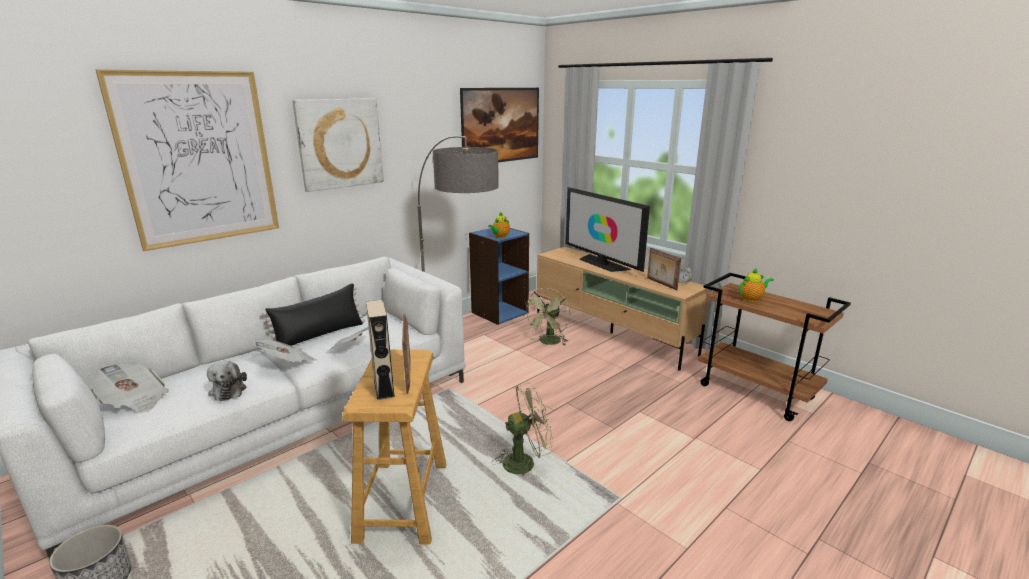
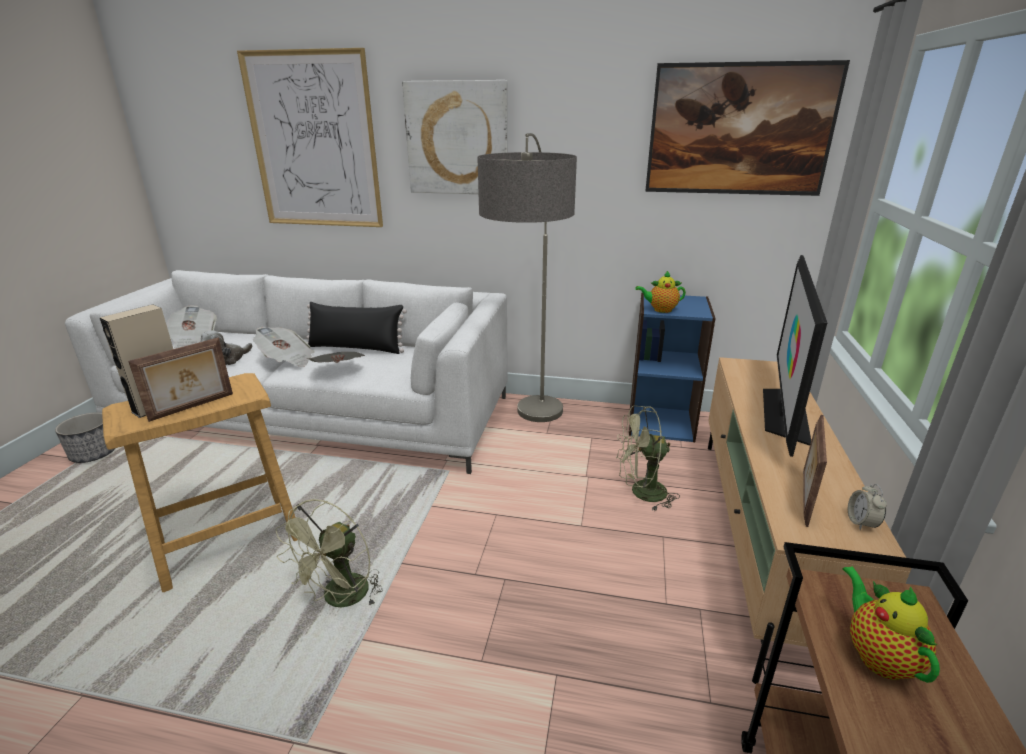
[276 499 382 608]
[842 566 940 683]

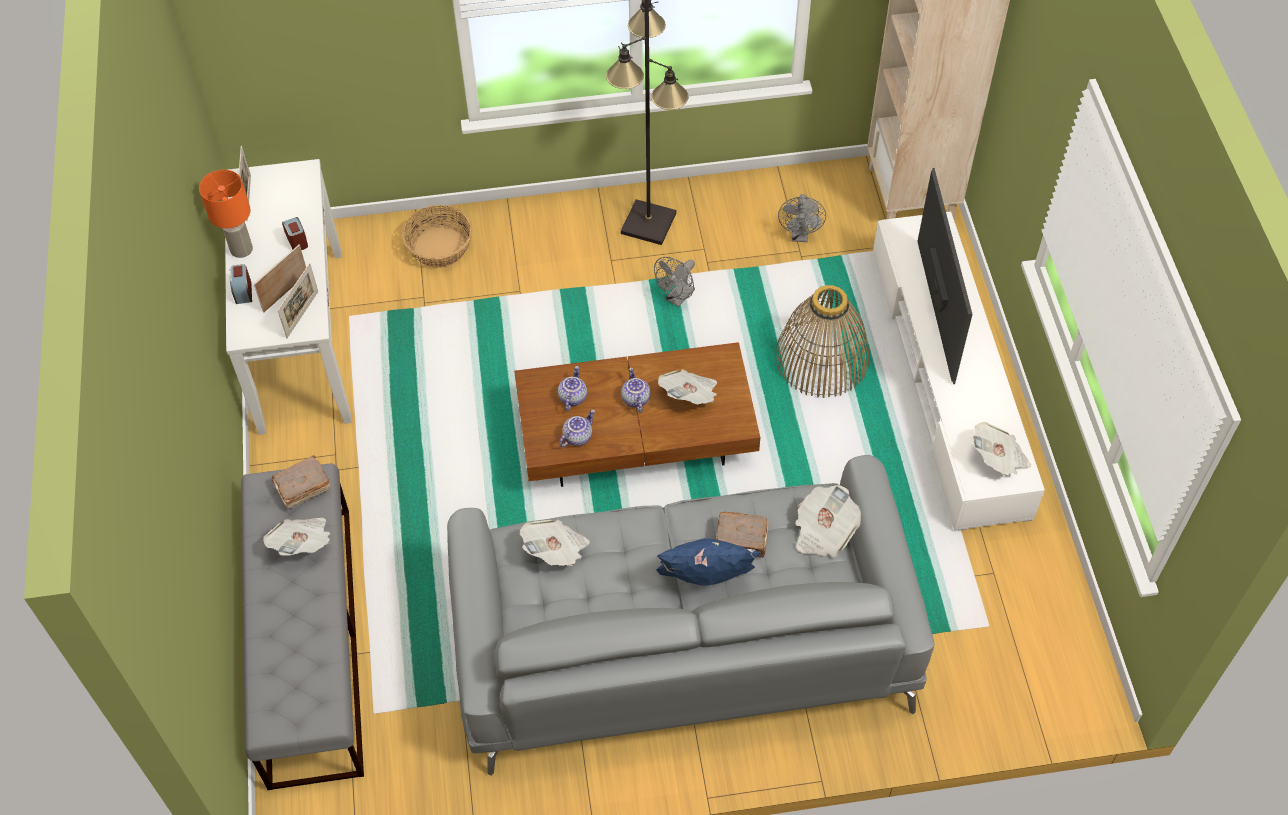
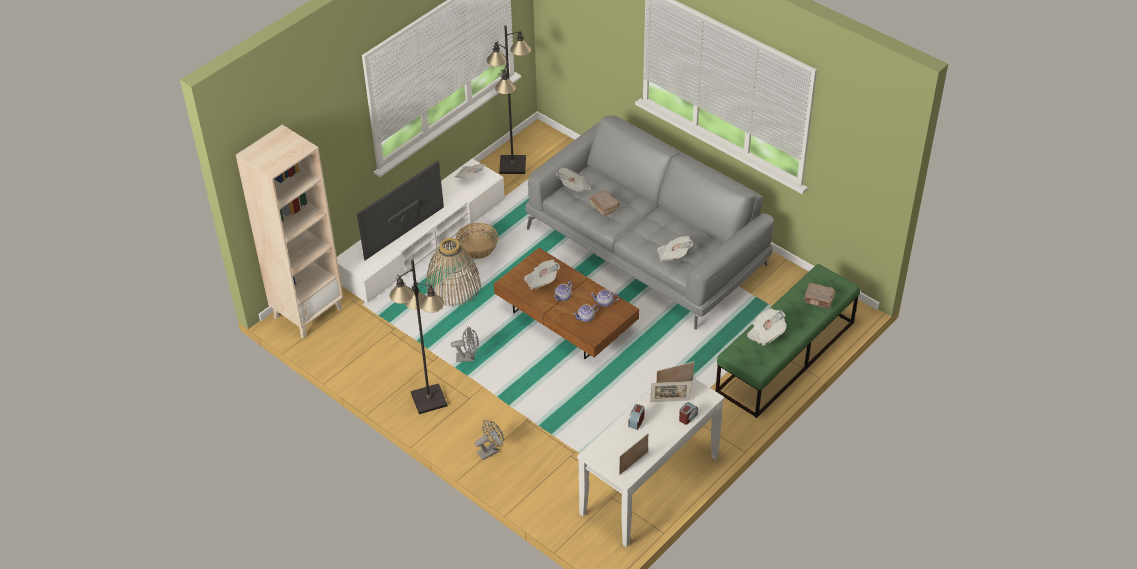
[199 170 253 258] (first image)
[716 264 860 418]
[804 283 835 309]
[456 223 498 259]
[656 538 761 586] (first image)
[475 420 504 460]
[487 25 531 174]

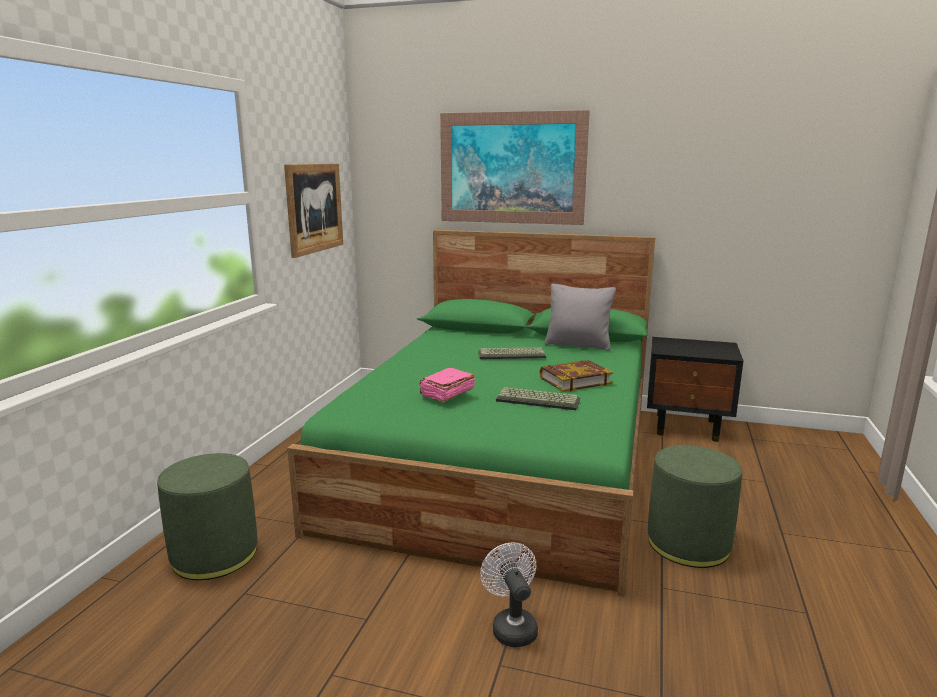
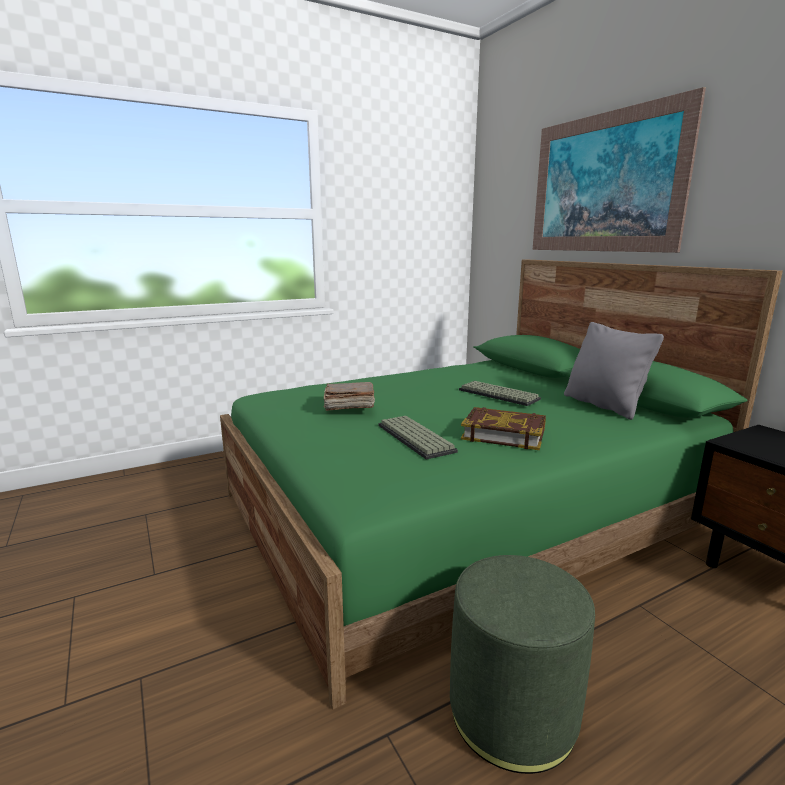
[157 453 258 580] (first image)
[284 164 343 258] (first image)
[324 382 375 411]
[480 542 538 647] (first image)

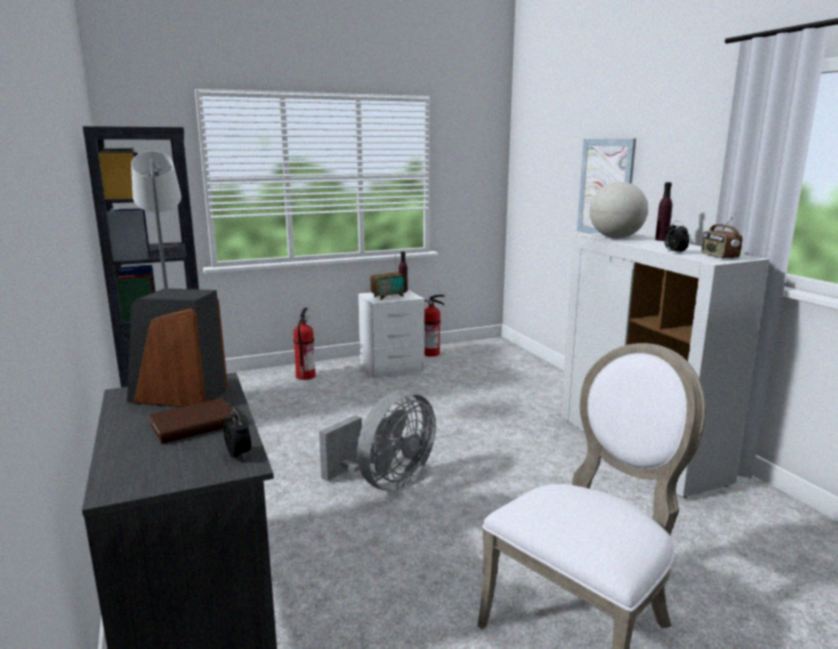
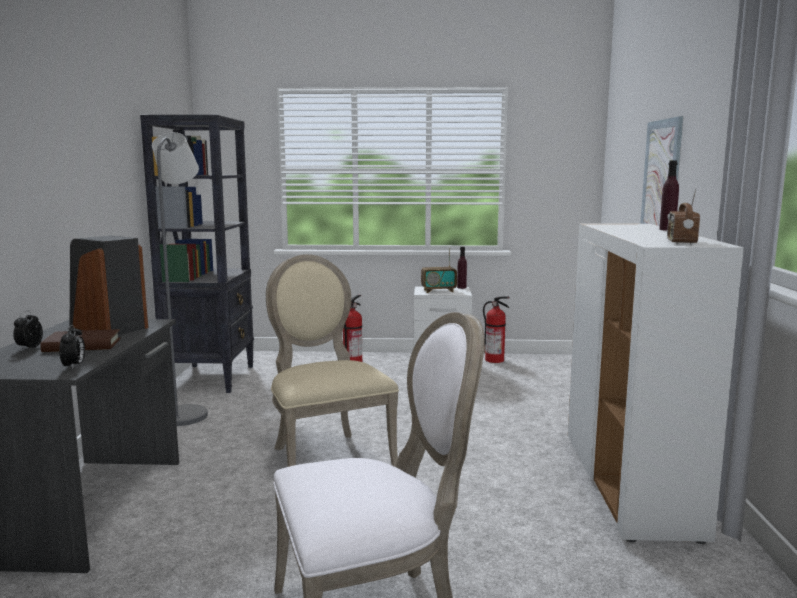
[266 254 399 467]
[590 182 648 238] (first image)
[13 310 43 350]

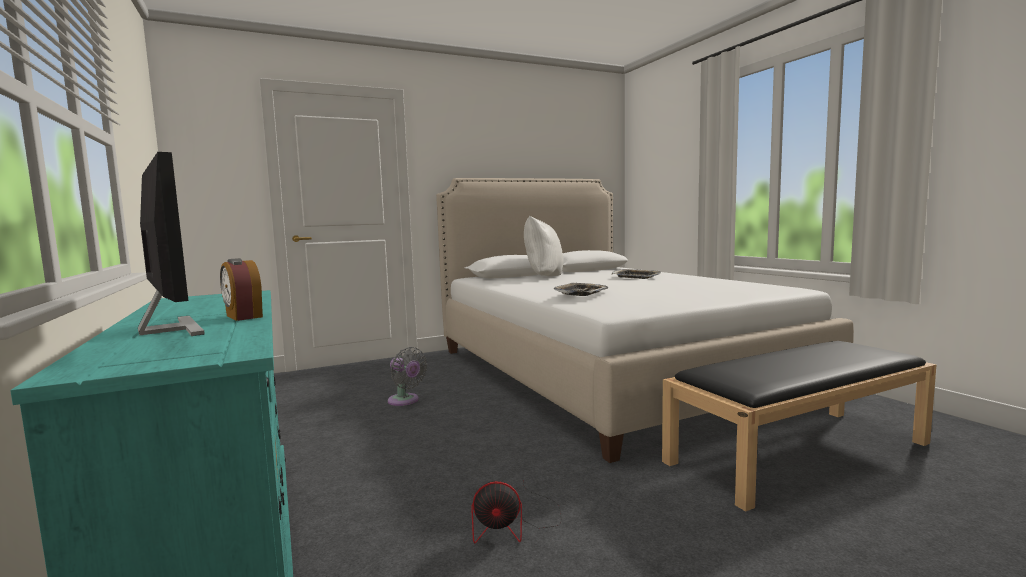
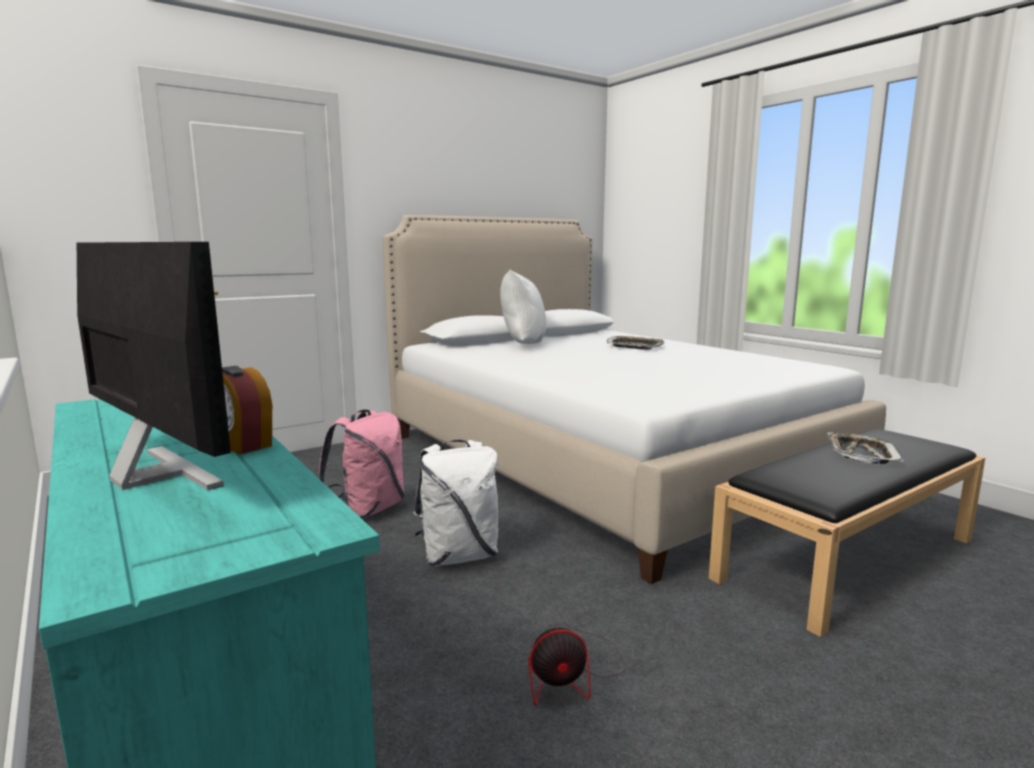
[319 409 405 519]
[828 433 904 464]
[414 440 498 566]

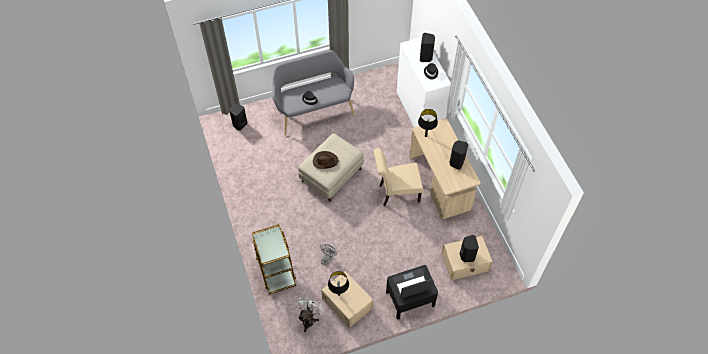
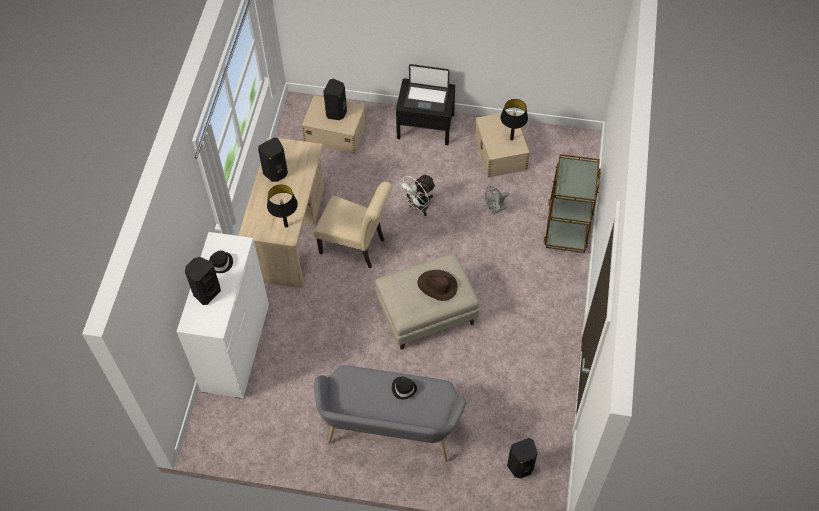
[398 175 436 216]

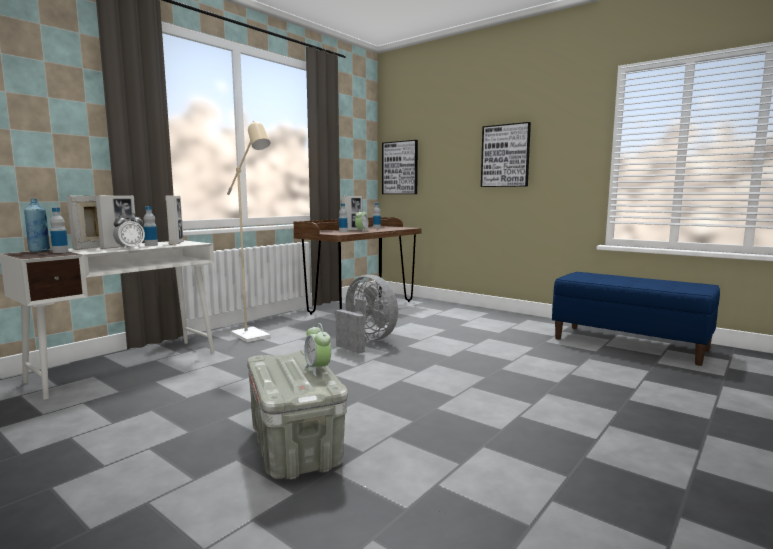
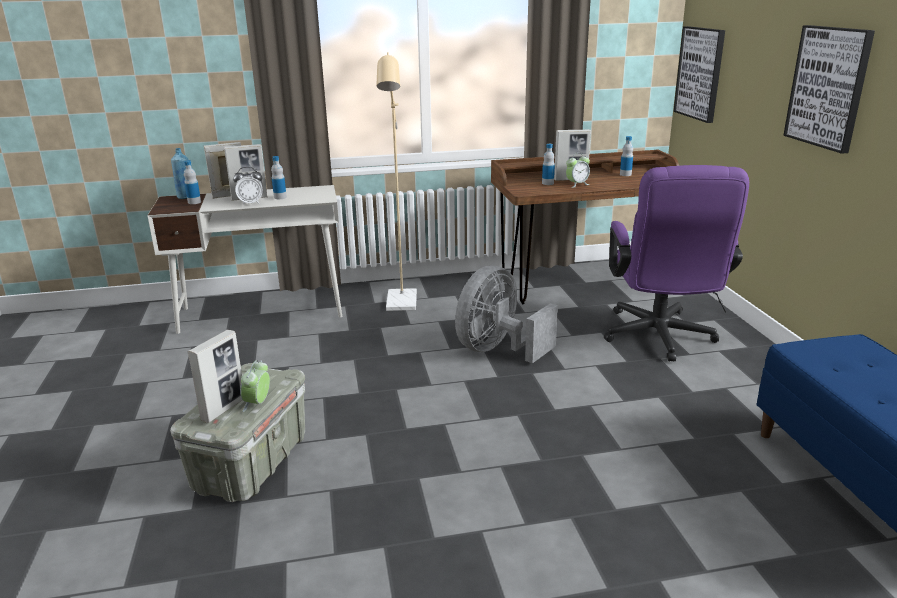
[188 330 242 423]
[455 266 558 363]
[604 165 749 361]

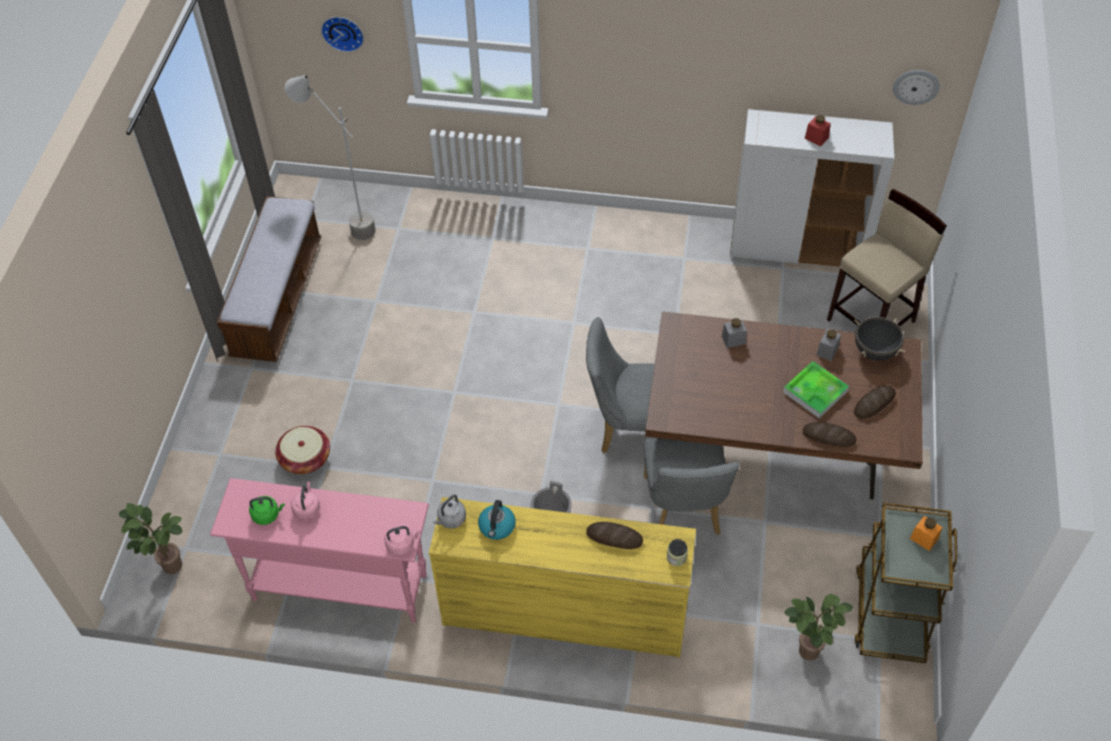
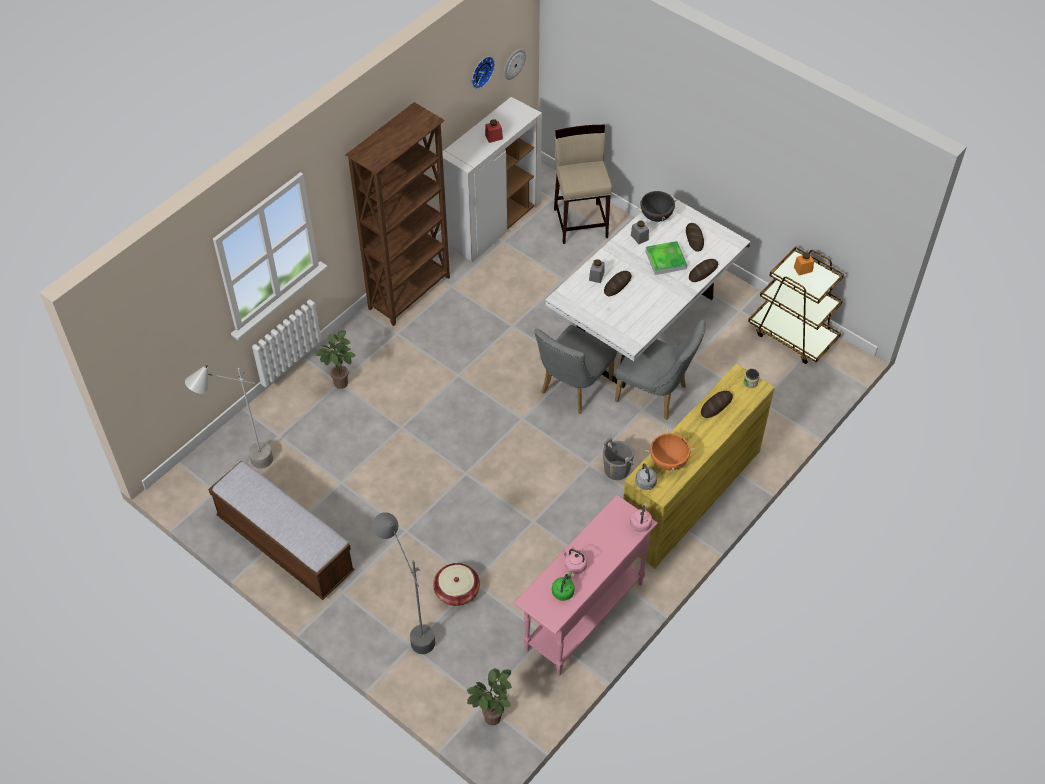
[472 56 495 89]
[646 429 695 472]
[545 196 750 388]
[316 331 356 389]
[346 102 450 326]
[372 512 435 654]
[604 271 632 296]

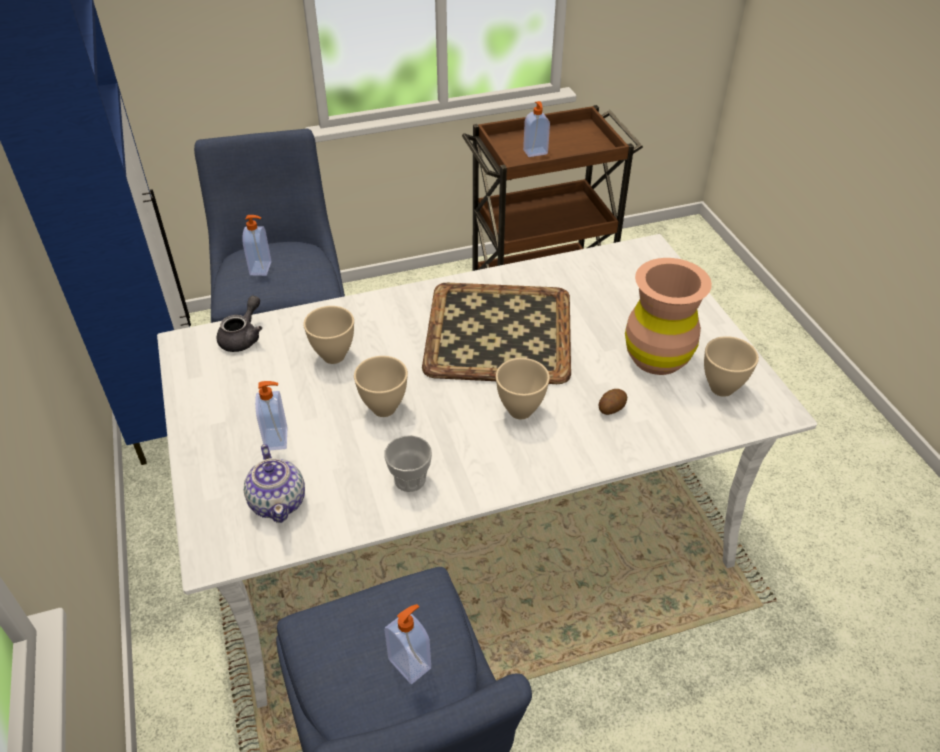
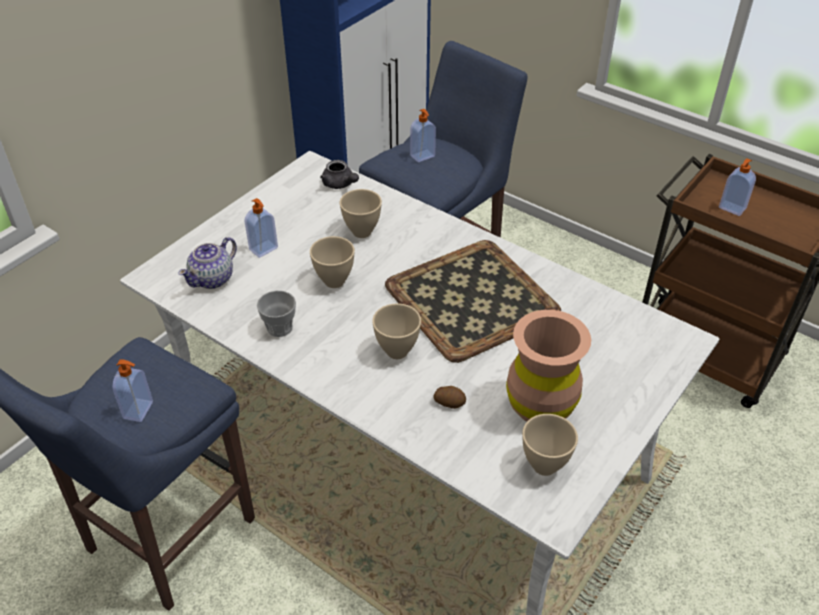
[320 160 359 189]

